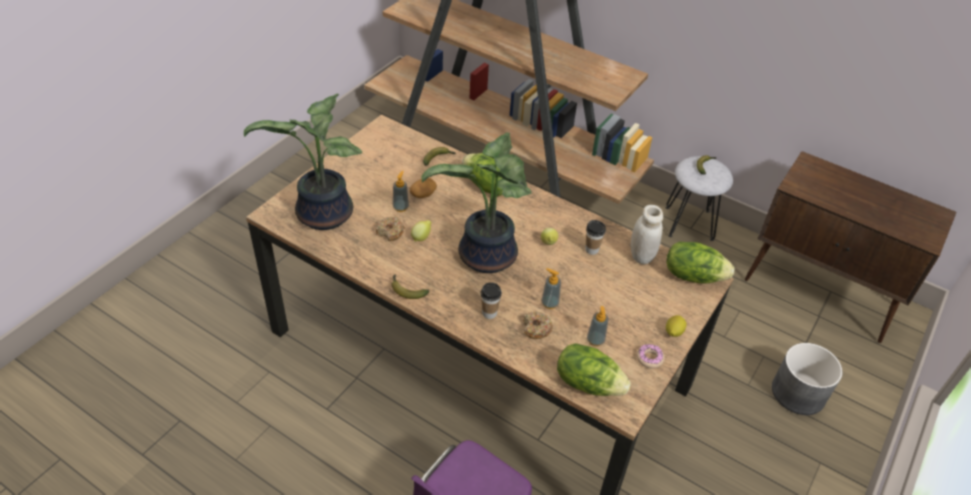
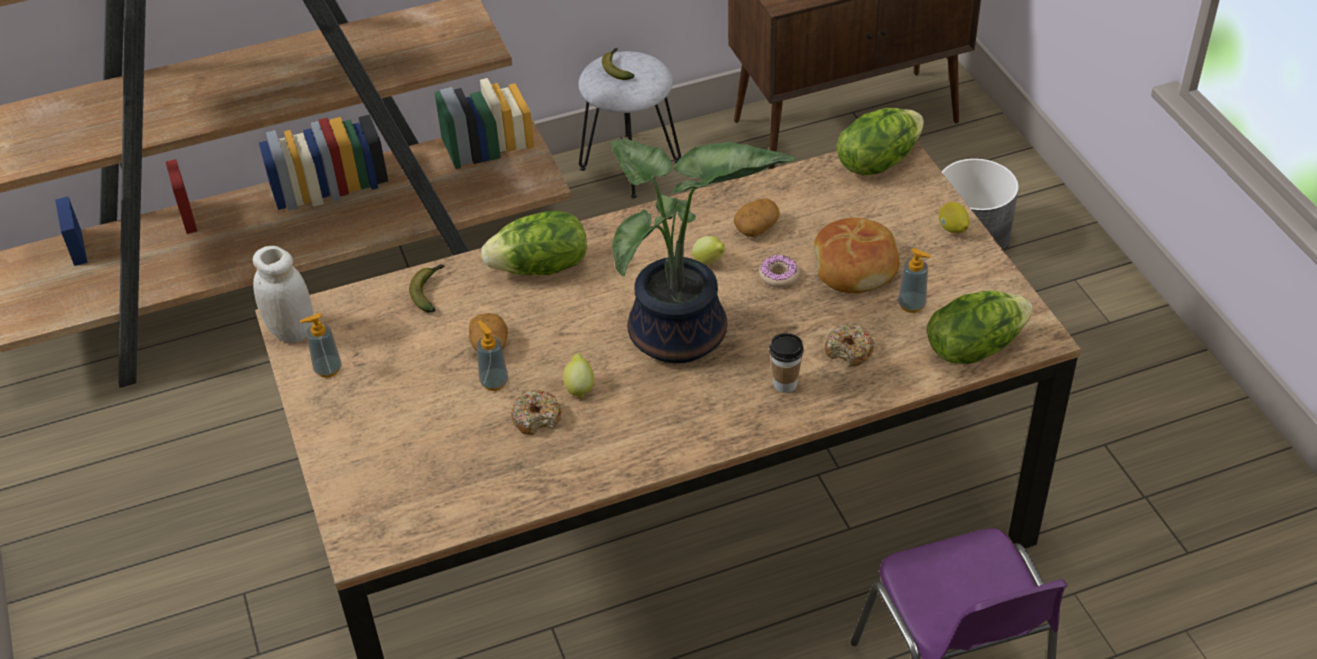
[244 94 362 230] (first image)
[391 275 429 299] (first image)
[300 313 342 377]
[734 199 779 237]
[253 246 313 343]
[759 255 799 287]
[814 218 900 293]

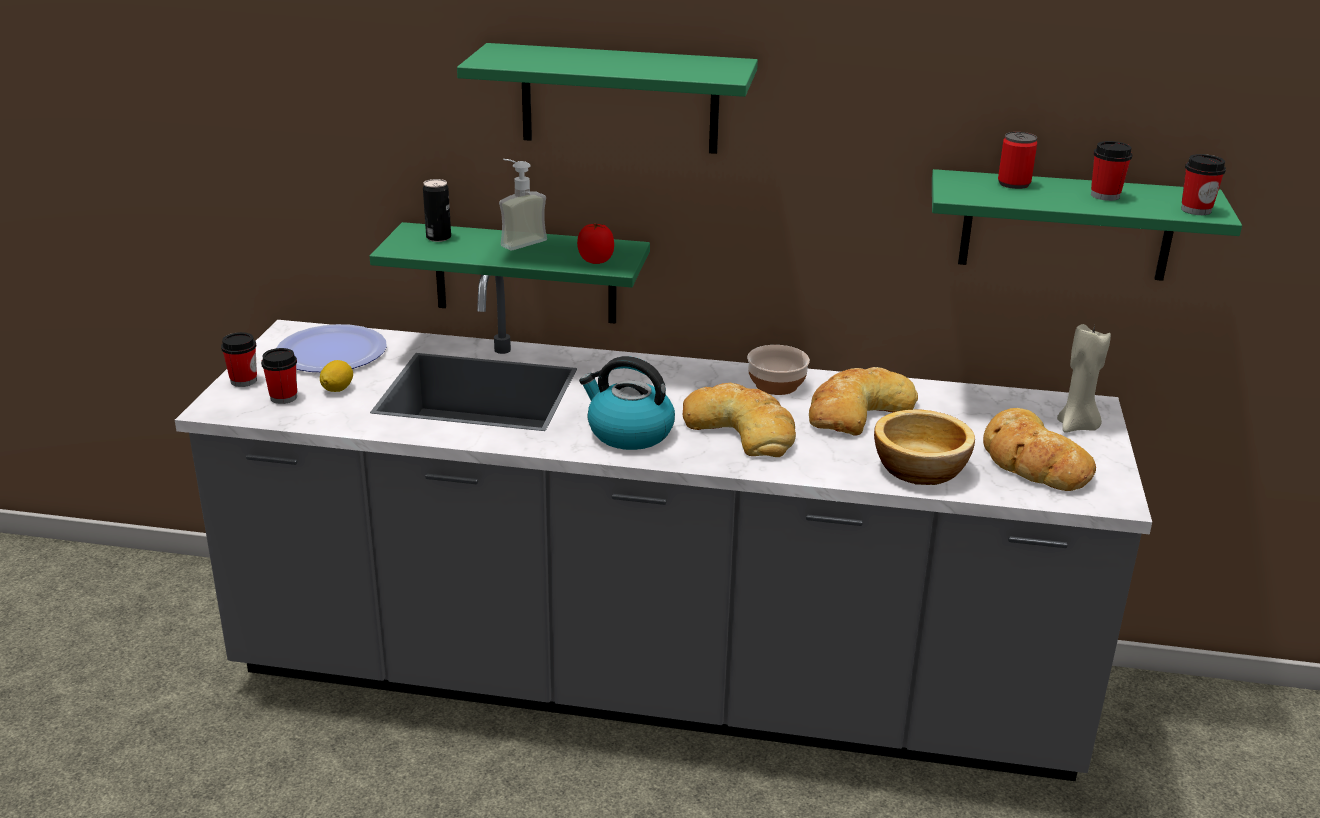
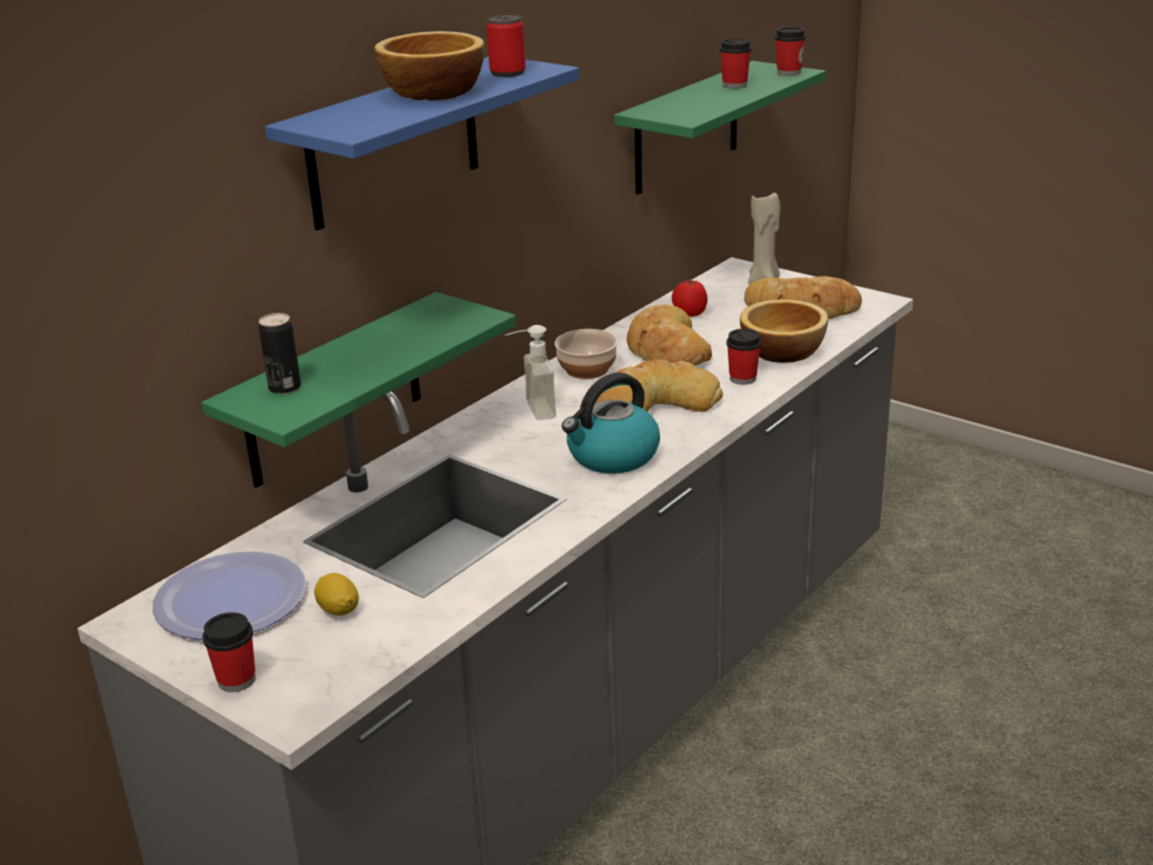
[726 329 761 385]
[265 57 579 231]
[505 325 556 420]
[672 280 707 317]
[487 14 526 77]
[374 31 484 101]

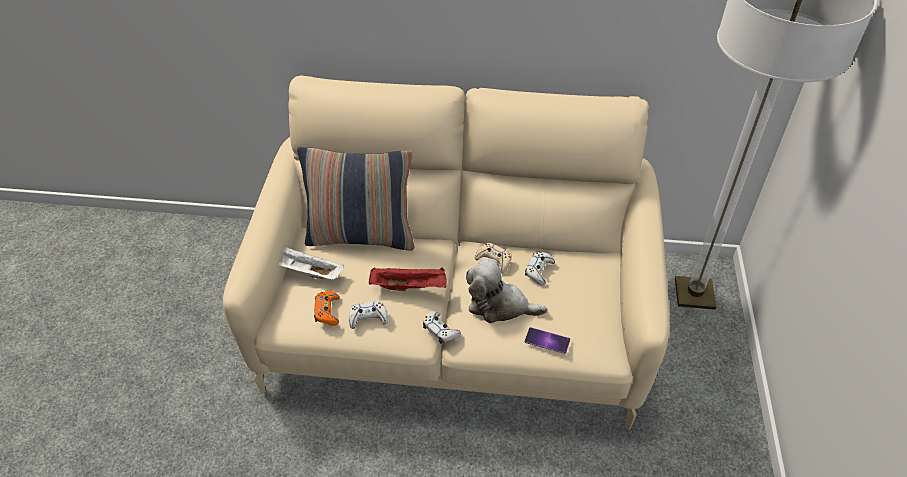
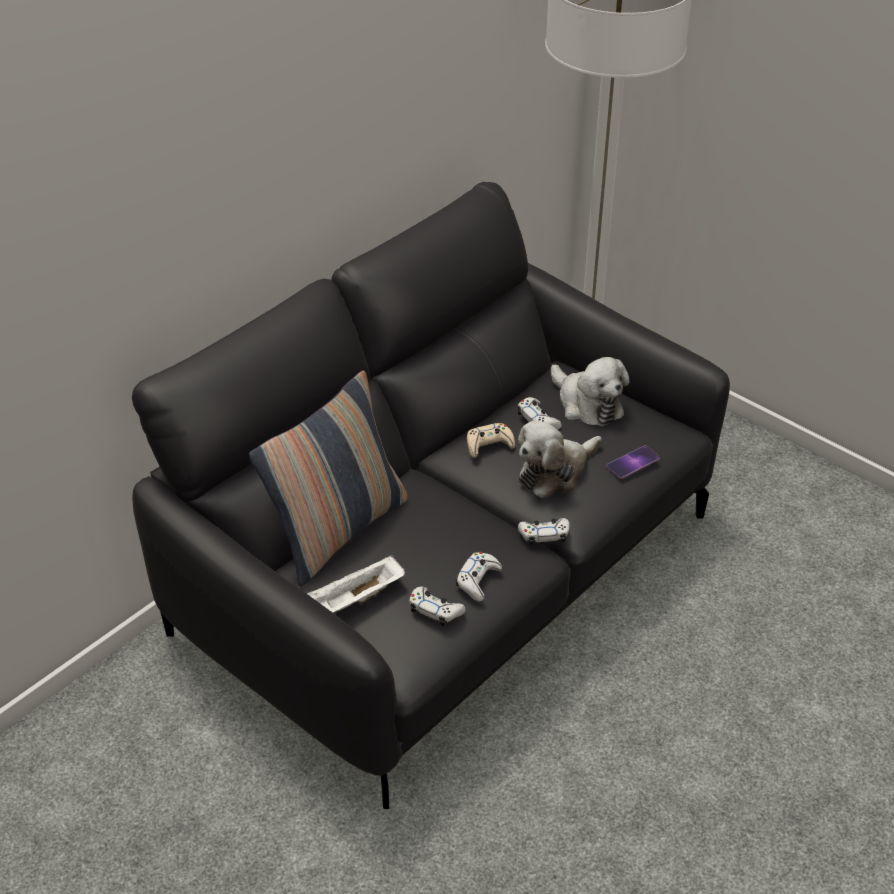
[132 182 730 809]
[409 587 466 626]
[369 267 447 291] (first image)
[551 357 630 427]

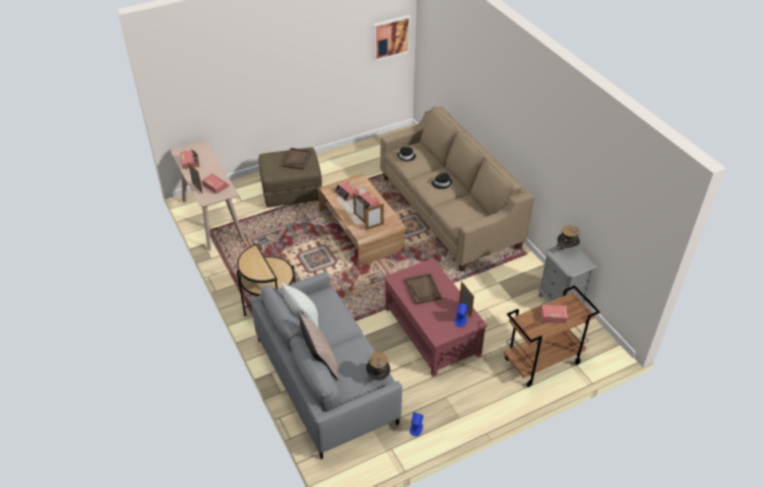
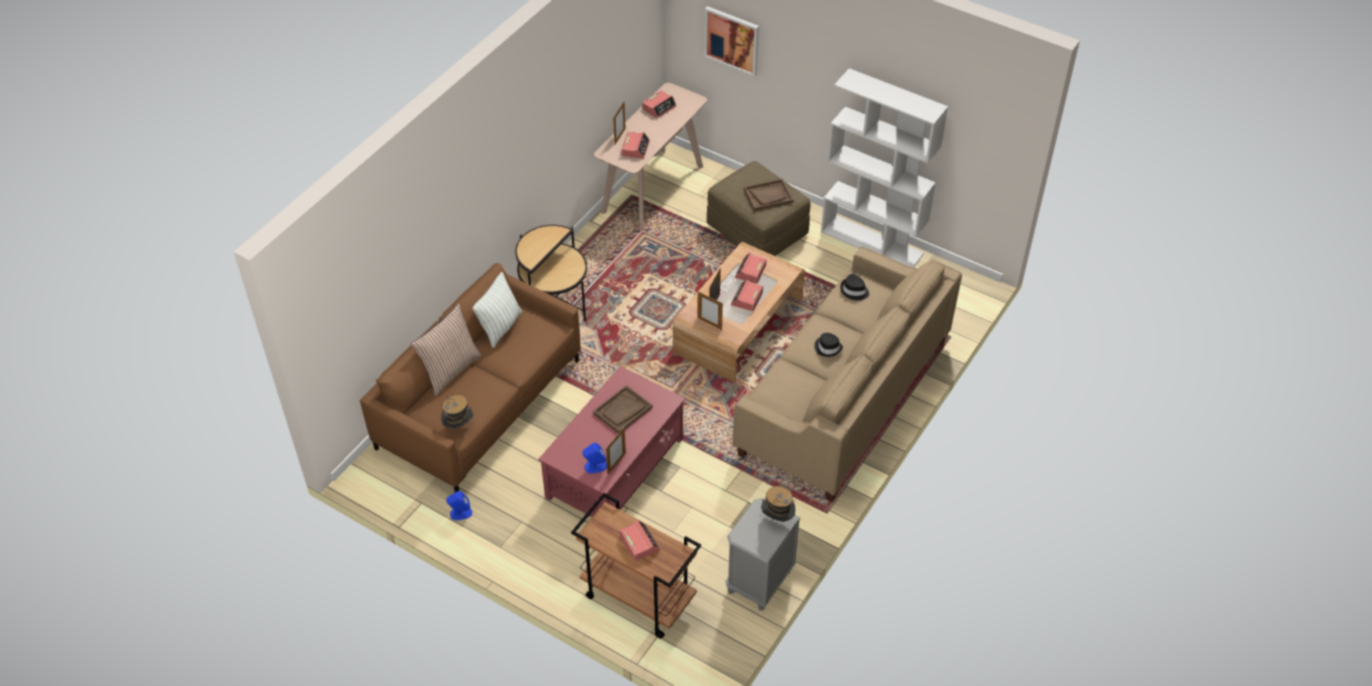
[360 263 581 492]
[704 6 759 77]
[821 68 948 267]

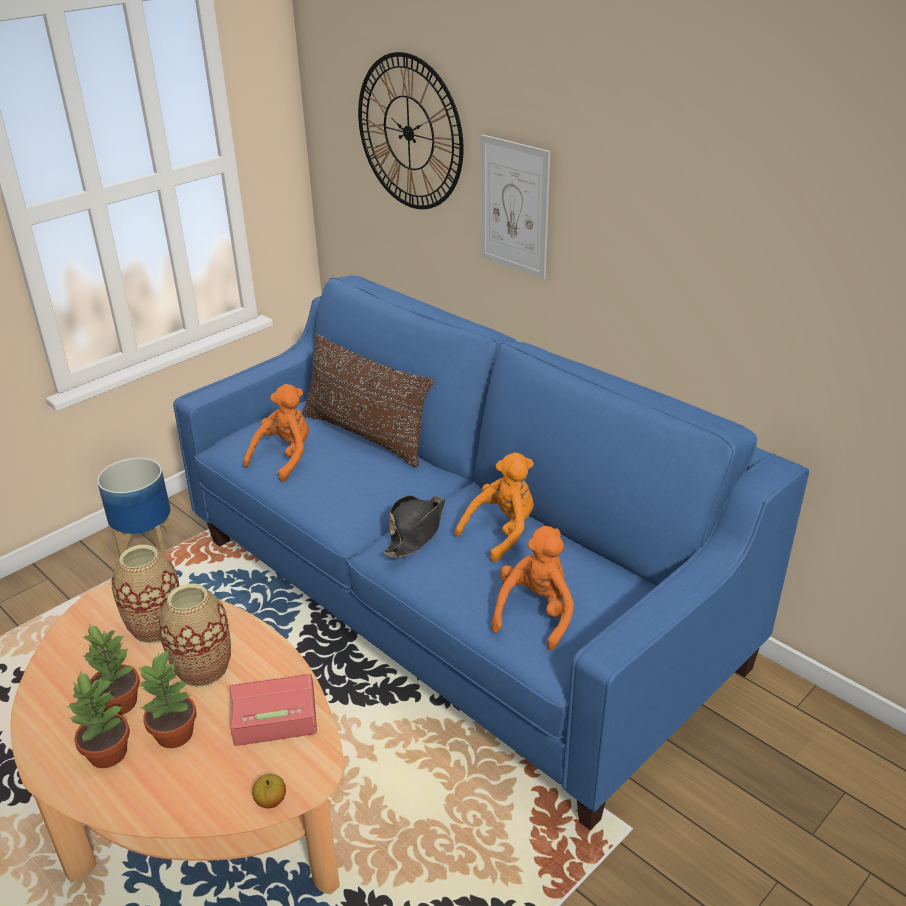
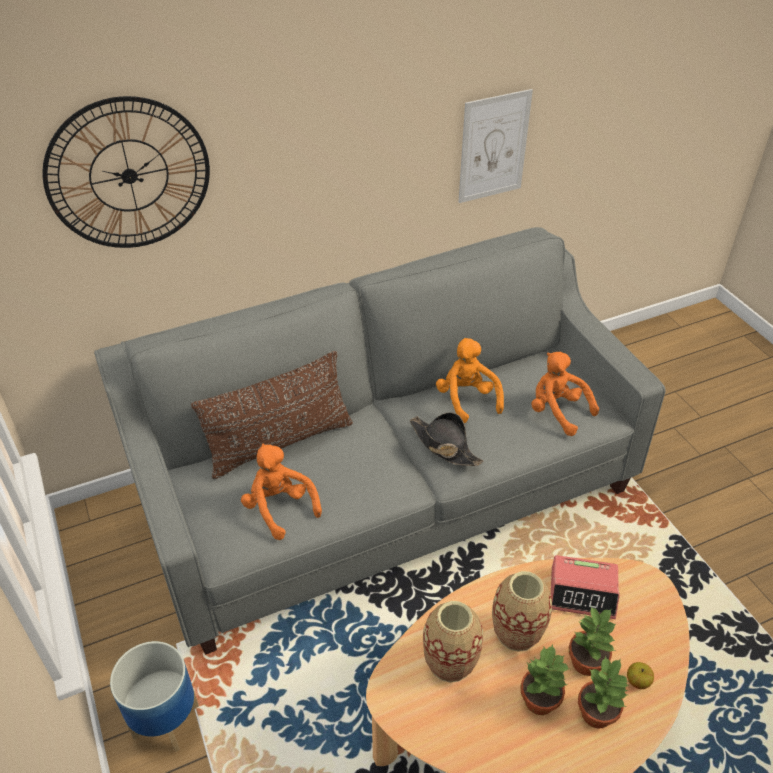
[94 227 666 655]
[551 555 620 619]
[627 662 654 689]
[459 89 533 203]

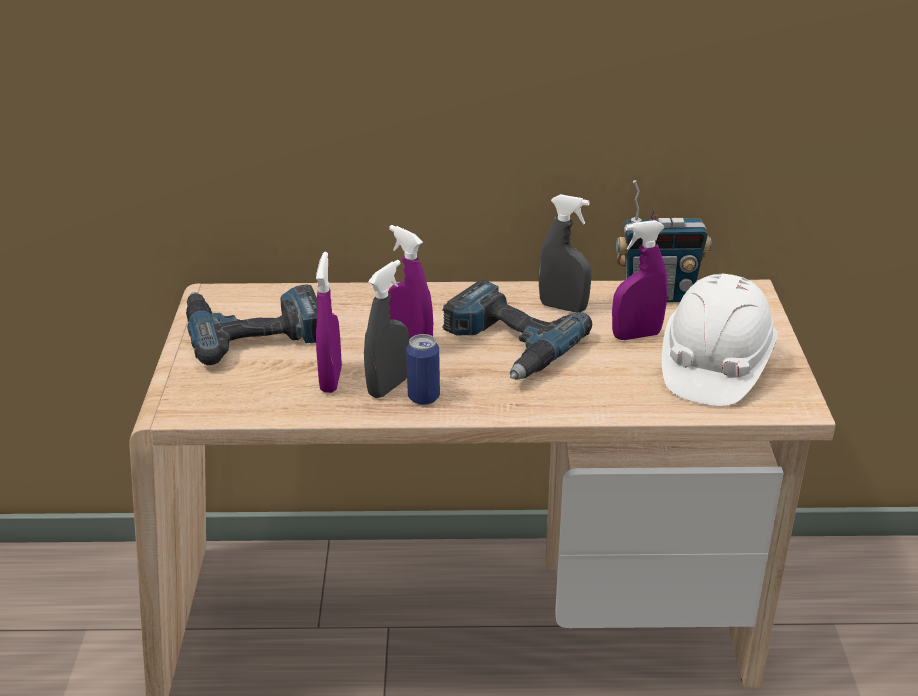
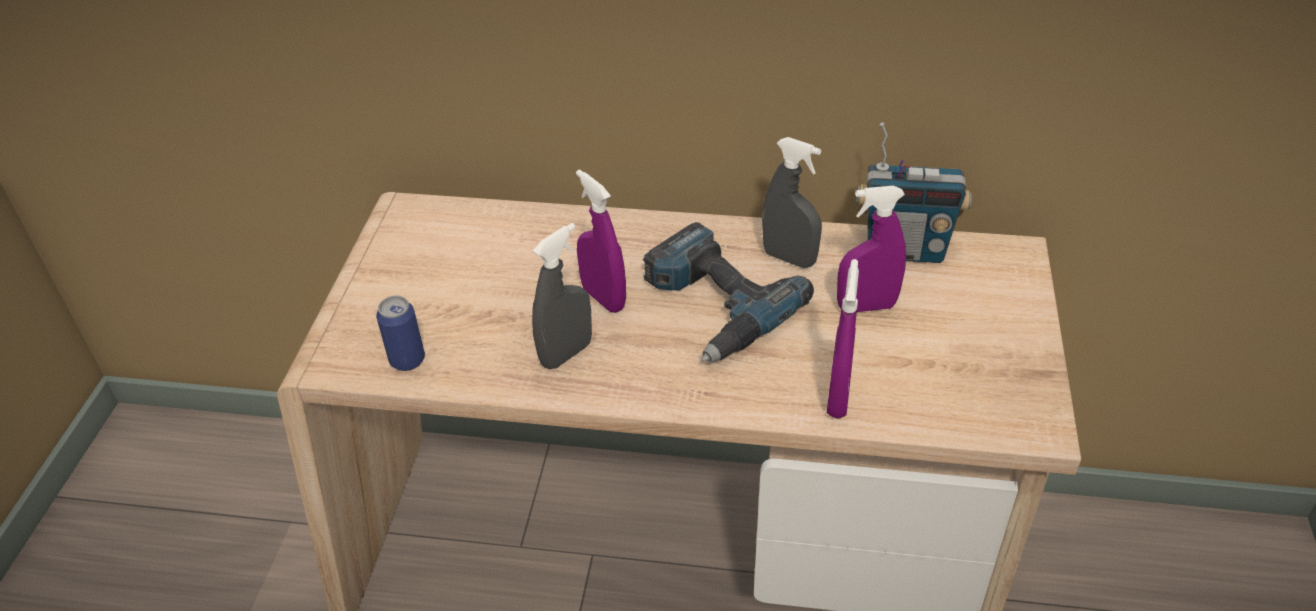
[186 284 317 365] (first image)
[827 259 859 418]
[376 296 425 371]
[662 274 777 406] (first image)

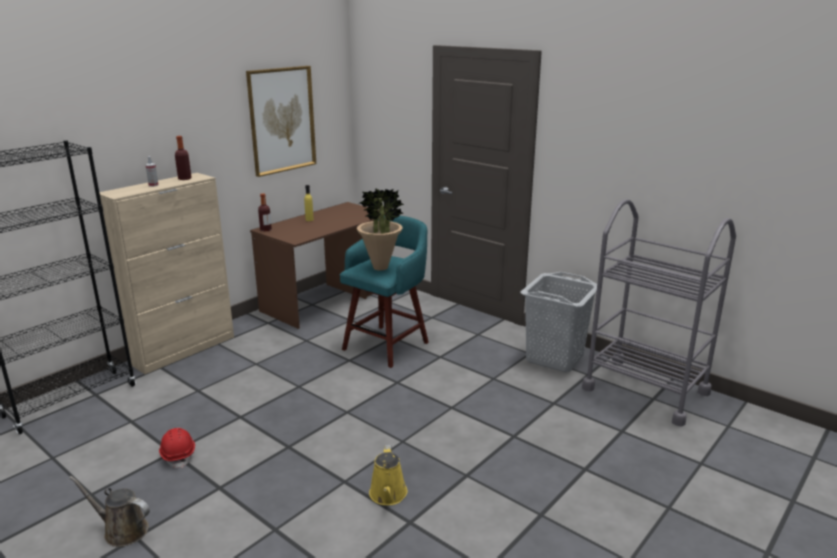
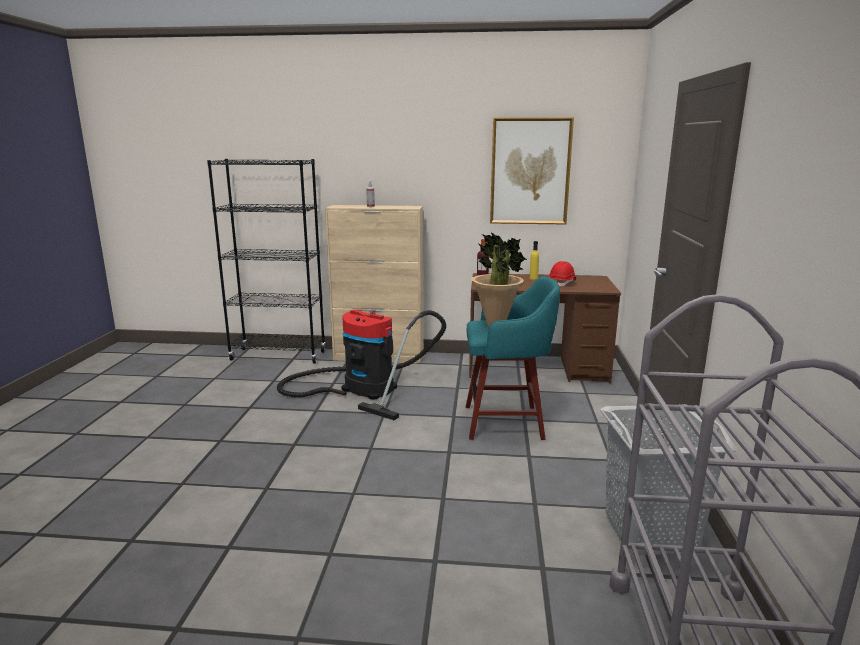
[69 476 150 547] (first image)
[549 261 576 286]
[175 136 191 180] (first image)
[369 445 407 505] (first image)
[277 310 446 420]

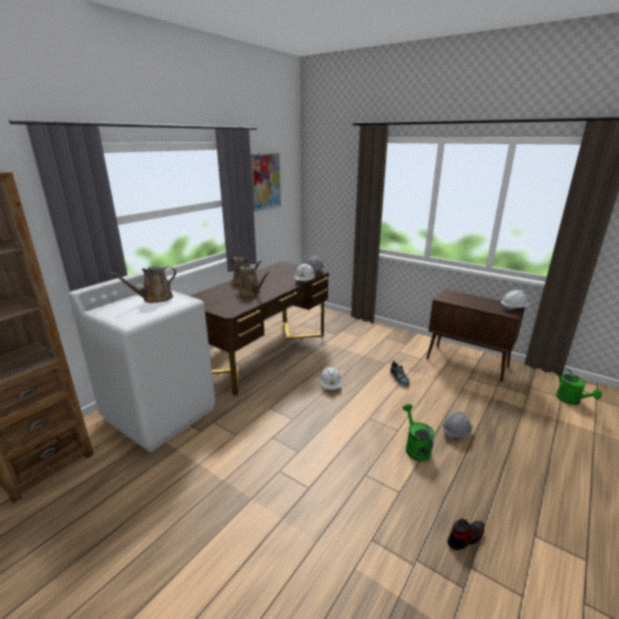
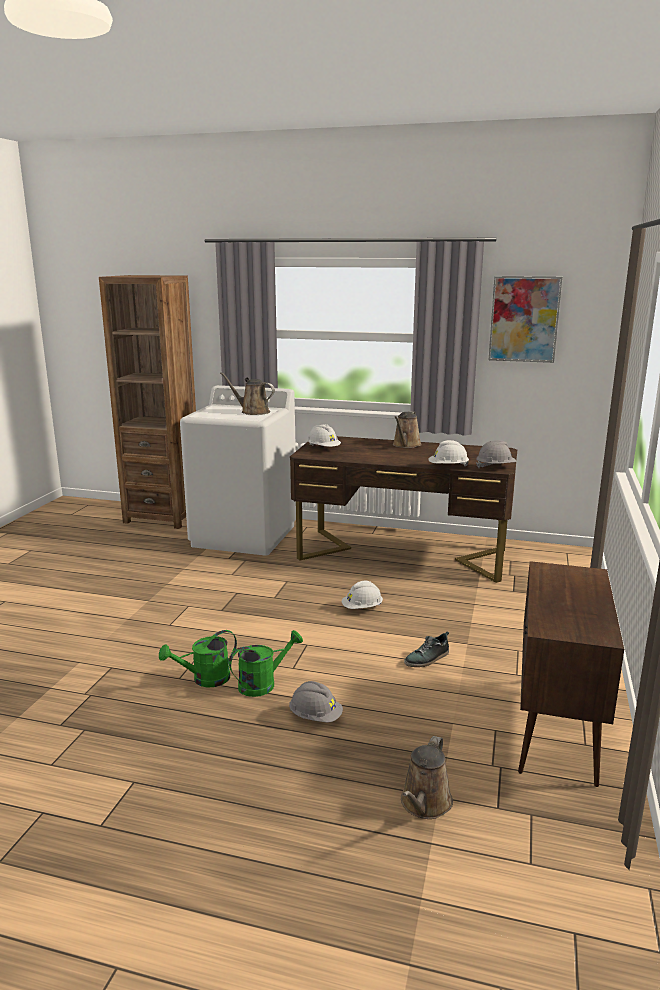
[401 736 453 819]
[447 519 484 550] (first image)
[307 424 341 447]
[159 630 237 688]

